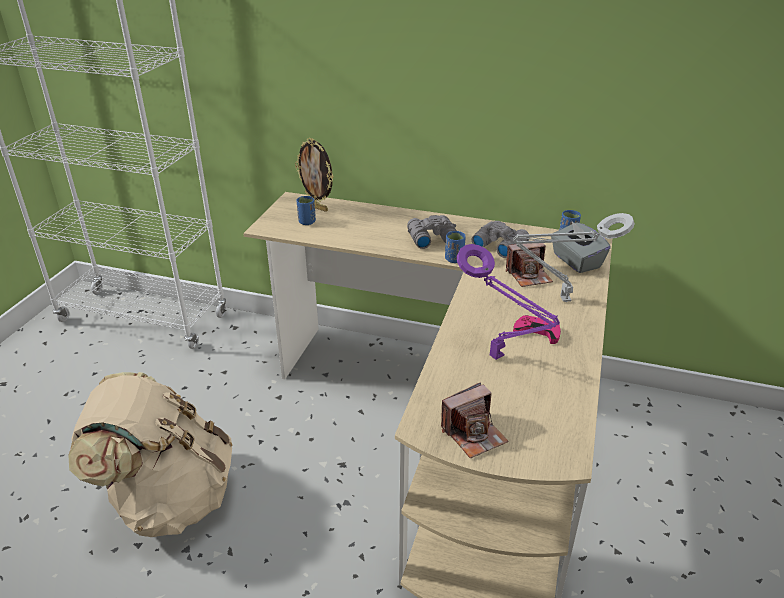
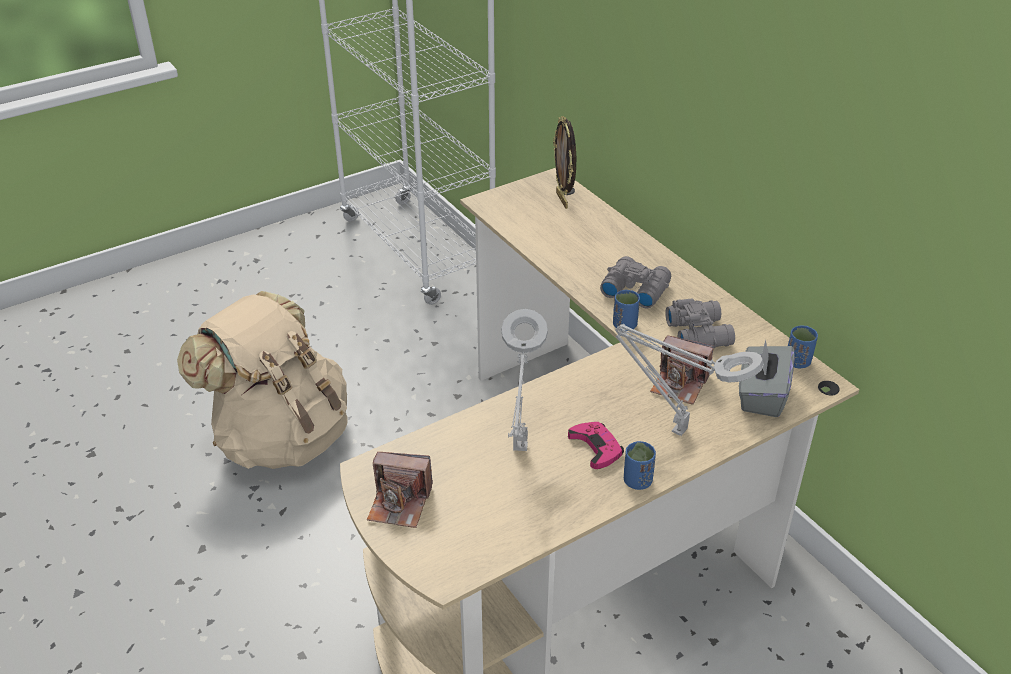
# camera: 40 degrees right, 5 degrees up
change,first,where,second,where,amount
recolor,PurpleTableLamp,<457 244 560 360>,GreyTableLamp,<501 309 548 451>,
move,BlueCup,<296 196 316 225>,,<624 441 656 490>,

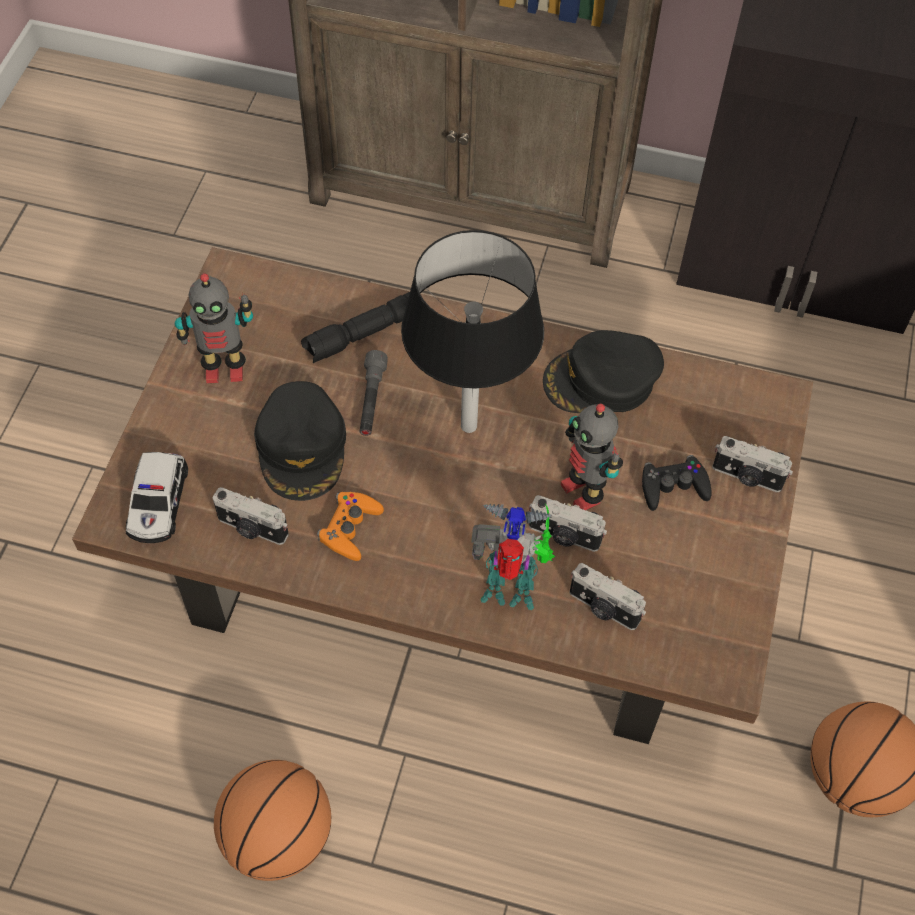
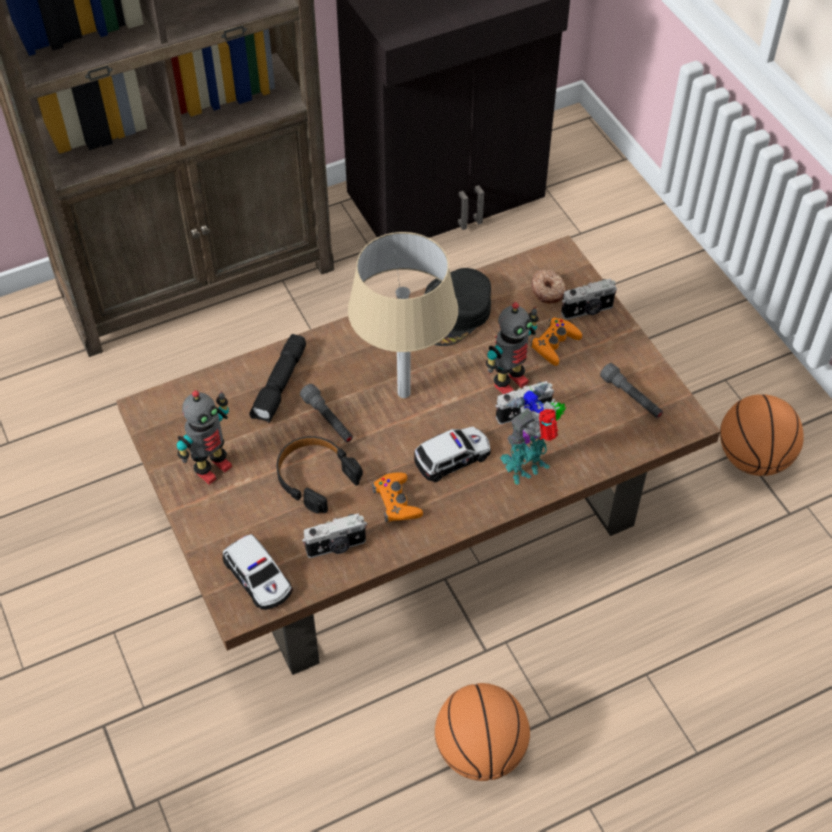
# camera: 40 degrees left, 5 degrees down
change,first,where,second,where,amount
replace,BlackCap,<254 381 346 501>,BlackHeadphones,<276 436 363 513>,
recolor,BlackTableLamp,<401 230 544 433>,BeigeTableLamp,<348 232 458 398>,
insert,,,ToyCar,<414 427 491 482>,
rotate,ToyRobot,<560 404 623 510>,,<486 302 539 394>,60 degrees counterclockwise
recolor,BlackGameController,<642 455 712 511>,OrangeGameController,<531 317 582 366>,
insert,,,Donut,<532 270 567 304>,
insert,,,GreyFlashlight,<600 363 663 418>,
delete,PhotoCamera,<570 563 646 630>,,,

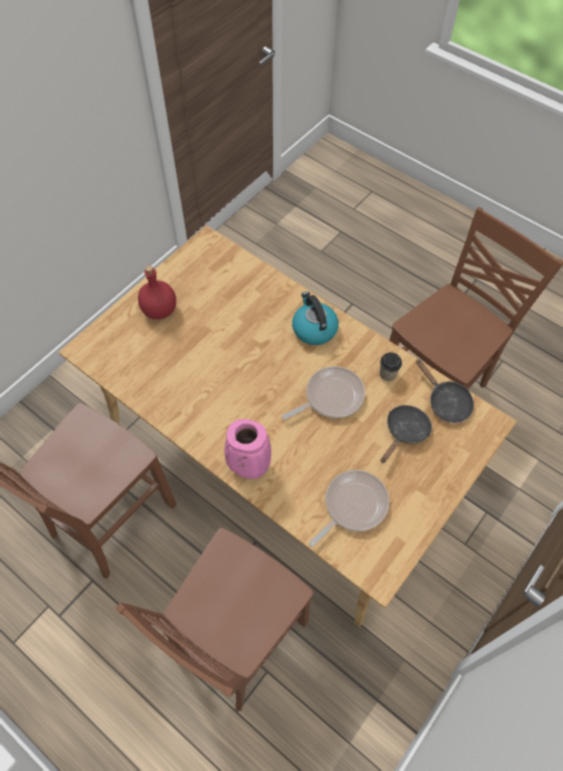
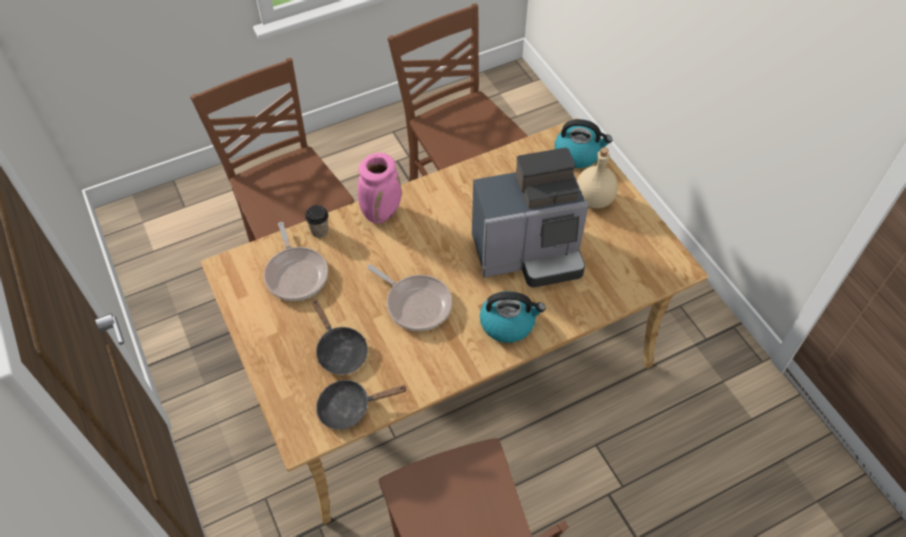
# camera: 115 degrees right, 5 degrees down
change,first,where,second,where,amount
move,Cup,<380 352 402 381>,,<305 205 329 238>,
rotate,FryingPan,<282 366 365 420>,,<367 264 452 331>,45 degrees counterclockwise
insert,,,CoffeeMachine,<472 148 589 287>,
insert,,,Kettle,<555 119 613 168>,
recolor,RedBottle,<138 266 176 319>,BeigeBottle,<577 148 618 208>,

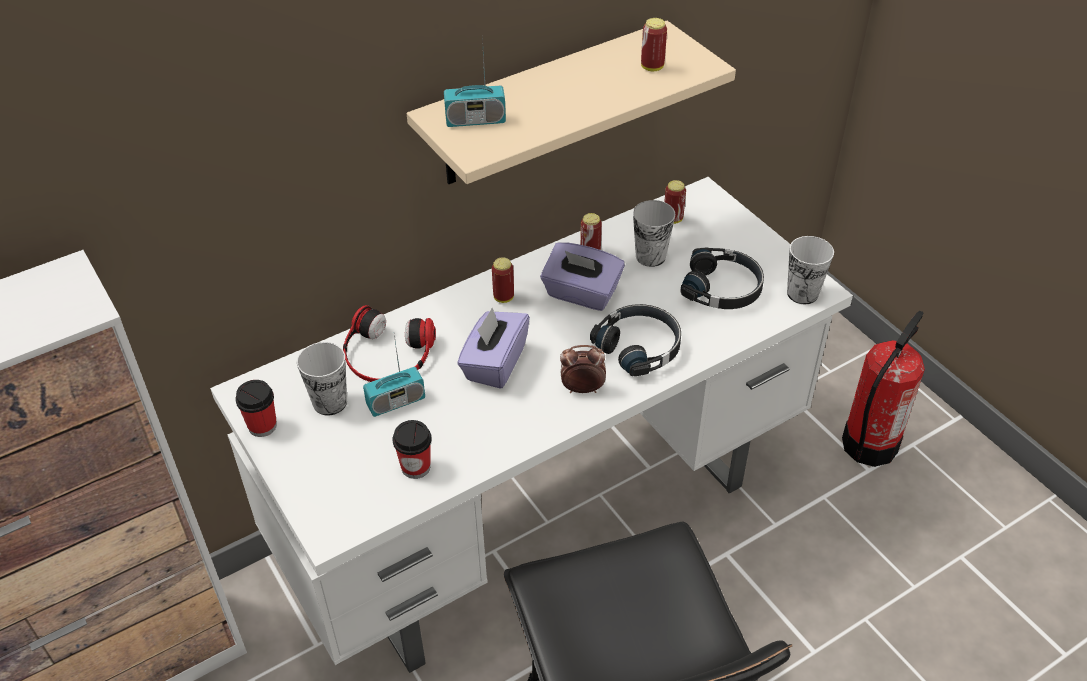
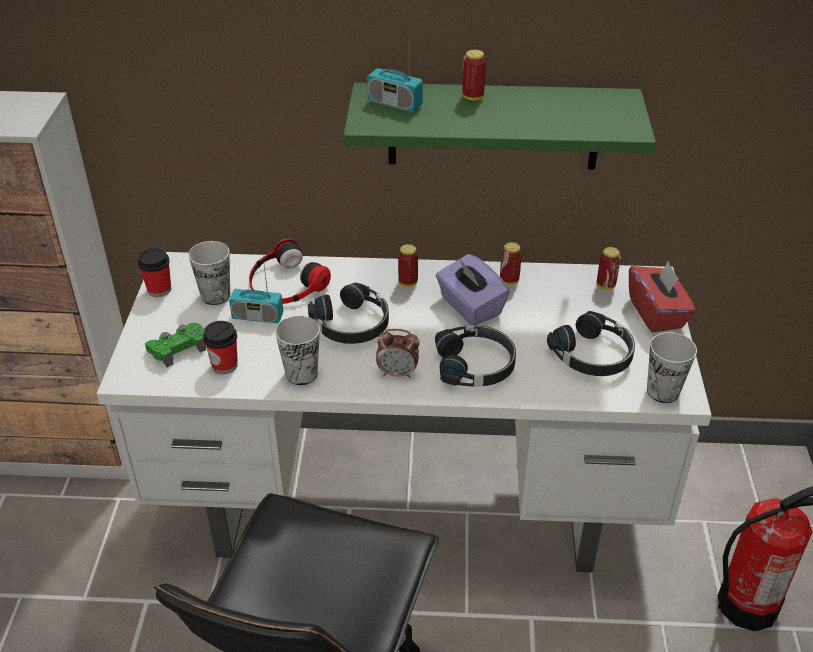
# camera: 35 degrees right, 5 degrees down
change,first,where,second,where,amount
insert,,,GreenGameController,<145 323 206 367>,
move,Cup,<633 200 675 267>,,<275 316 320 385>,
replace,PurpleTissueBox,<457 308 530 389>,BlackHeadphones,<308 282 389 344>,
recolor,BeigeShelf,<407 20 736 184>,GreenShelf,<343 82 656 170>,
rotate,AlarmClock,<560 345 606 393>,,<376 329 420 378>,150 degrees clockwise
move,Can,<641 18 667 71>,,<462 50 486 101>,
insert,,,RedTissueBox,<629 262 696 332>,

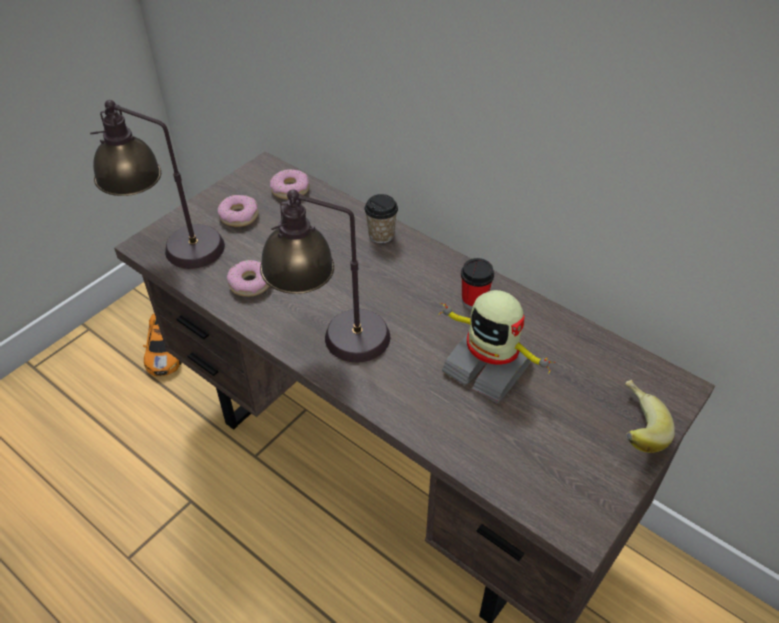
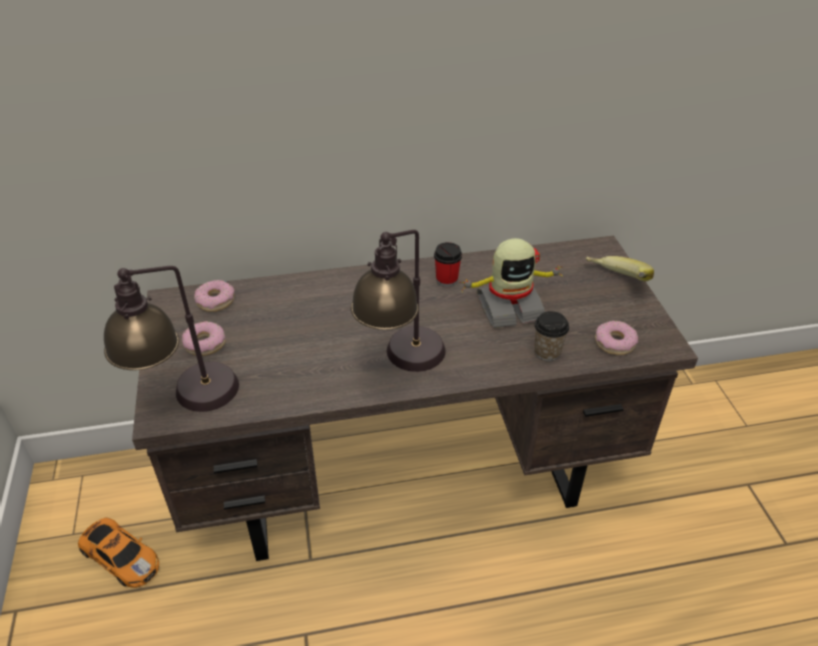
# camera: 50 degrees left, 5 degrees down
change,first,where,second,where,amount
move,Cup,<364 194 398 243>,,<534 311 569 361>,
move,Donut,<227 260 269 297>,,<595 321 638 355>,

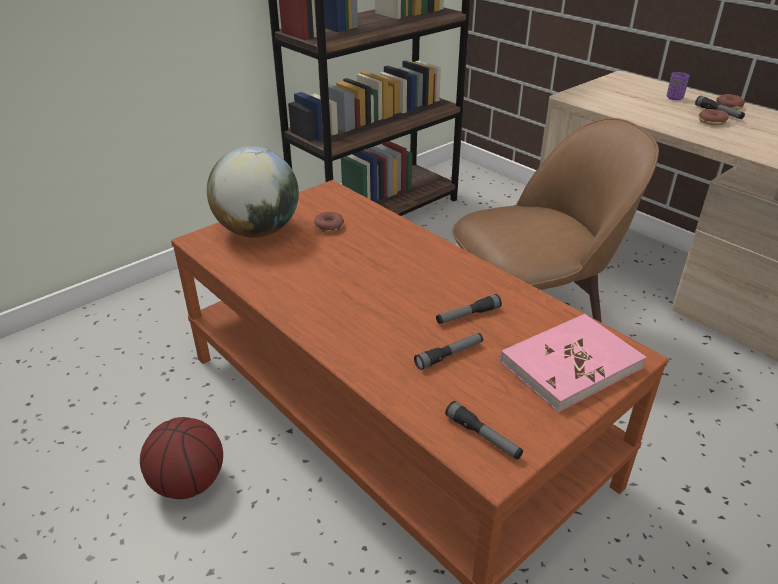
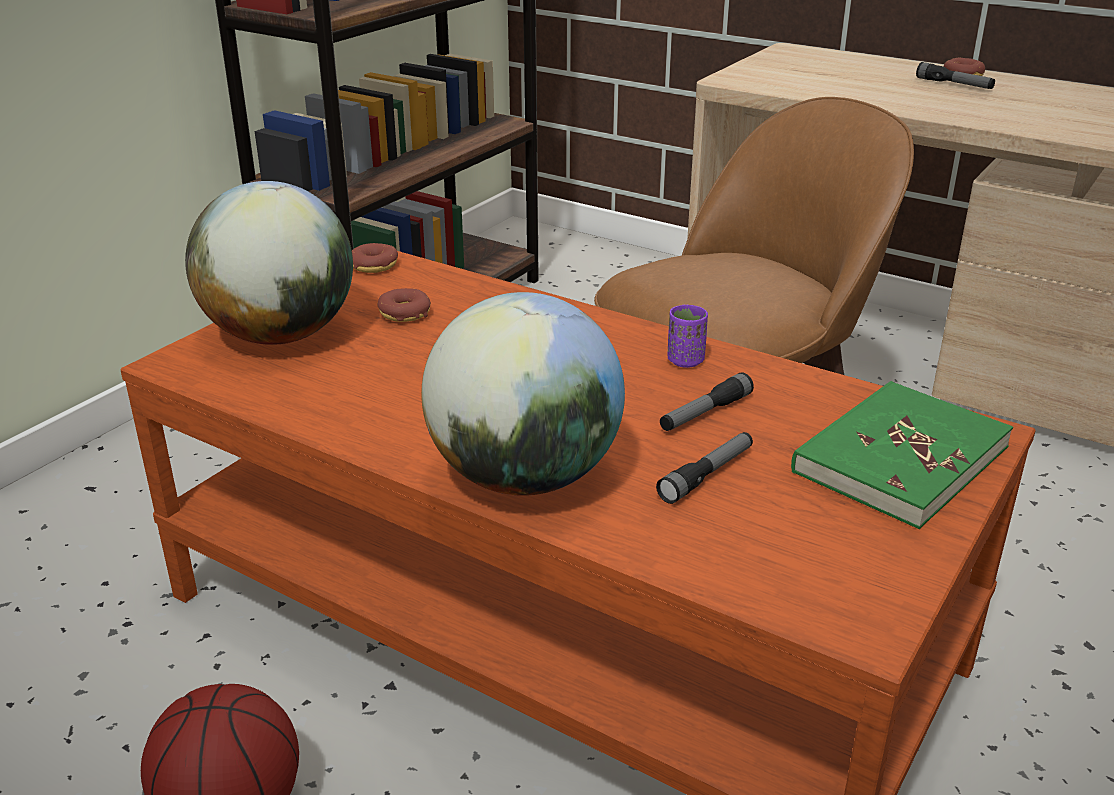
# camera: 15 degrees left, 5 degrees down
change,first,where,second,where,amount
move,Donut,<699 109 729 126>,,<352 243 398 273>,
insert,,,Globe,<421 292 625 495>,
move,PurpleCup,<667 72 690 100>,,<668 305 708 368>,
recolor,PinkBook,<500 314 647 413>,GreenBook,<791 381 1013 529>,
delete,Flashlight,<445 401 523 460>,,,

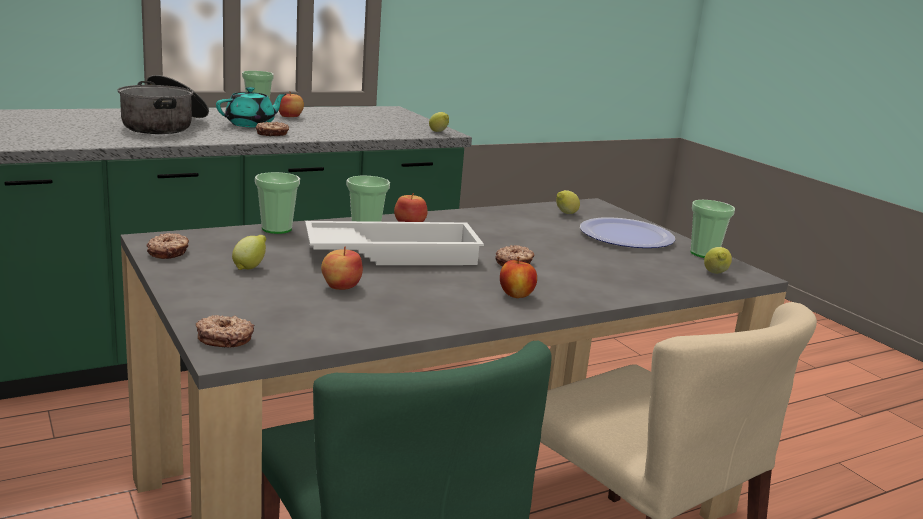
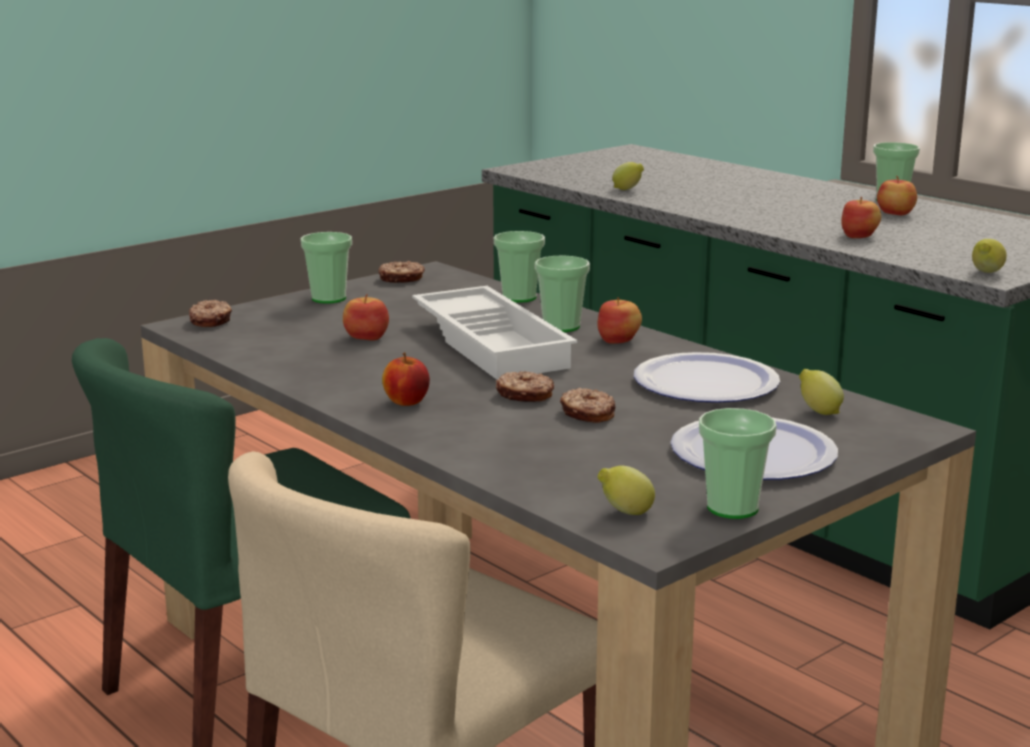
# camera: 80 degrees right, 0 degrees up
change,first,where,second,where,amount
insert,,,Cup,<301 232 352 304>,
move,Donut,<256 122 289 136>,,<560 388 615 423>,
move,Lemon,<232 235 266 270>,,<612 162 644 190>,
insert,,,Plate,<634 352 780 403>,
insert,,,Apple,<841 197 881 238>,
delete,CookingPot,<118 75 209 134>,,,
delete,TurquoiseTeapot,<216 87 287 127>,,,

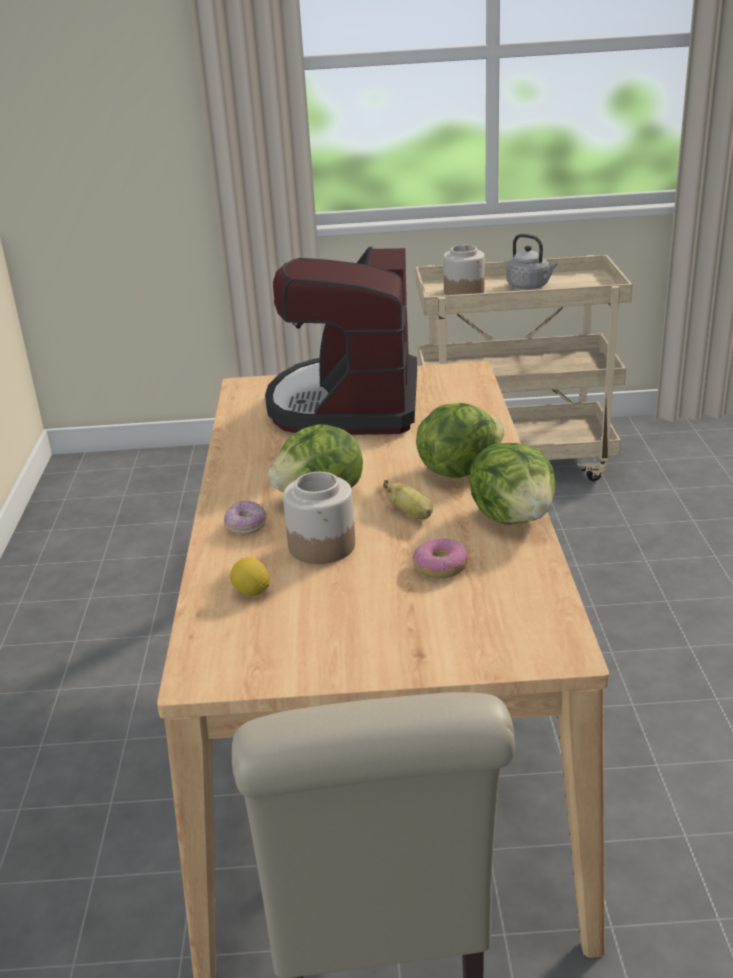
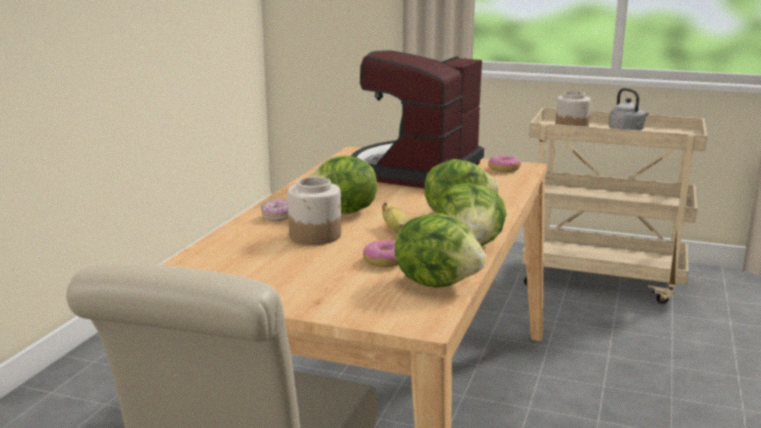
# camera: 20 degrees right, 10 degrees down
change,first,where,second,where,amount
insert,,,Lettuce,<395 213 486 287>,
insert,,,Donut,<488 155 521 172>,
delete,Lemon,<230 557 269 596>,,,

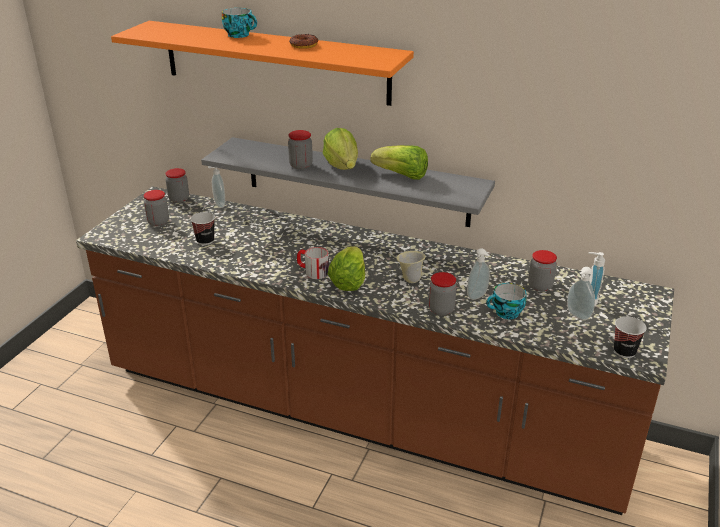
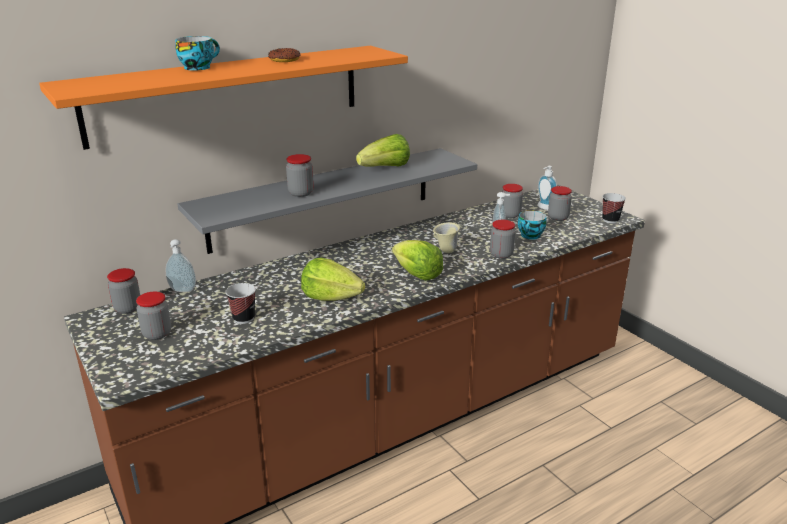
# camera: 55 degrees left, 5 degrees down
change,first,where,second,where,amount
move,Lettuce,<323 128 358 170>,,<301 257 365 301>,
replace,SoapDispenser,<567 267 595 320>,Jar,<548 186 572 221>,
delete,Mug,<297 247 329 279>,,,

